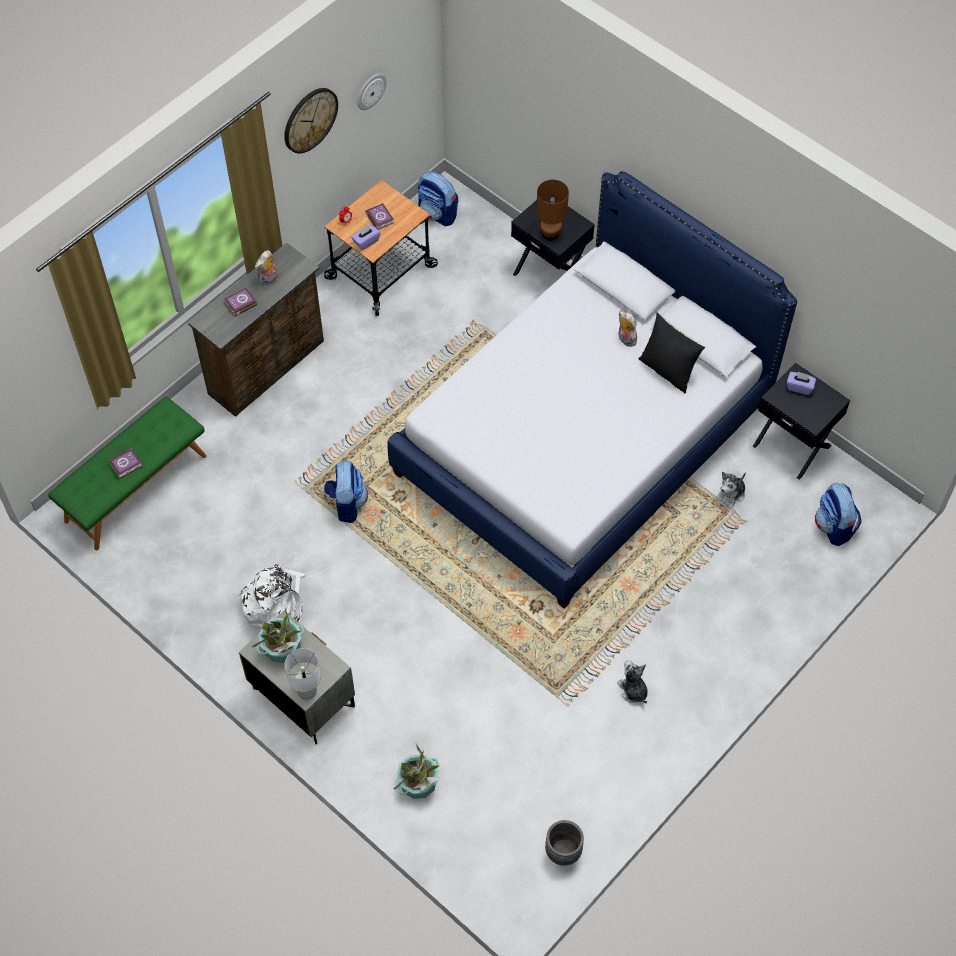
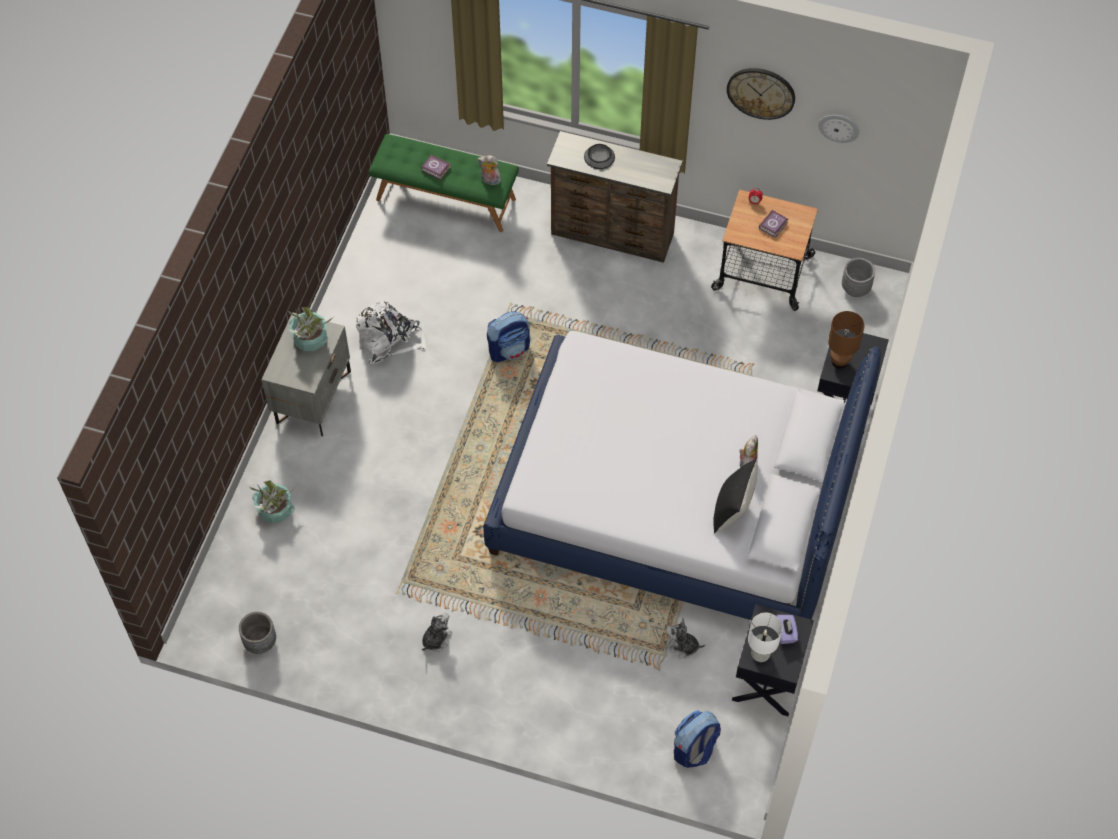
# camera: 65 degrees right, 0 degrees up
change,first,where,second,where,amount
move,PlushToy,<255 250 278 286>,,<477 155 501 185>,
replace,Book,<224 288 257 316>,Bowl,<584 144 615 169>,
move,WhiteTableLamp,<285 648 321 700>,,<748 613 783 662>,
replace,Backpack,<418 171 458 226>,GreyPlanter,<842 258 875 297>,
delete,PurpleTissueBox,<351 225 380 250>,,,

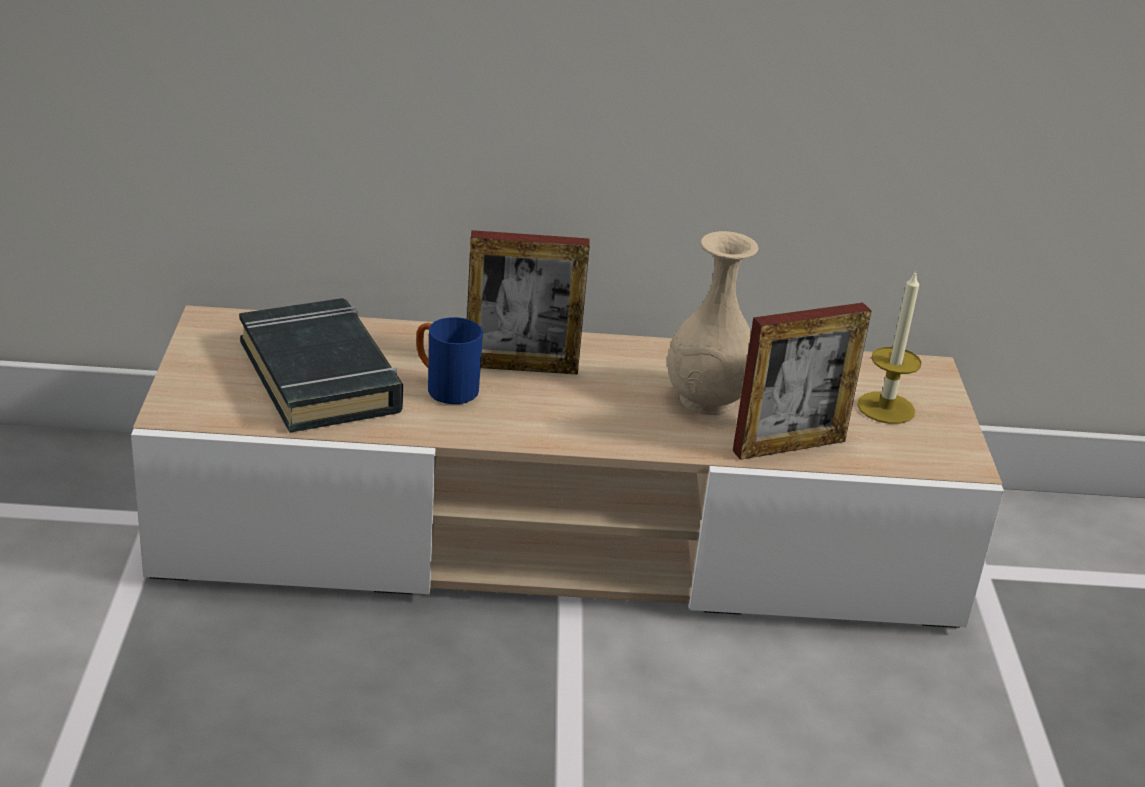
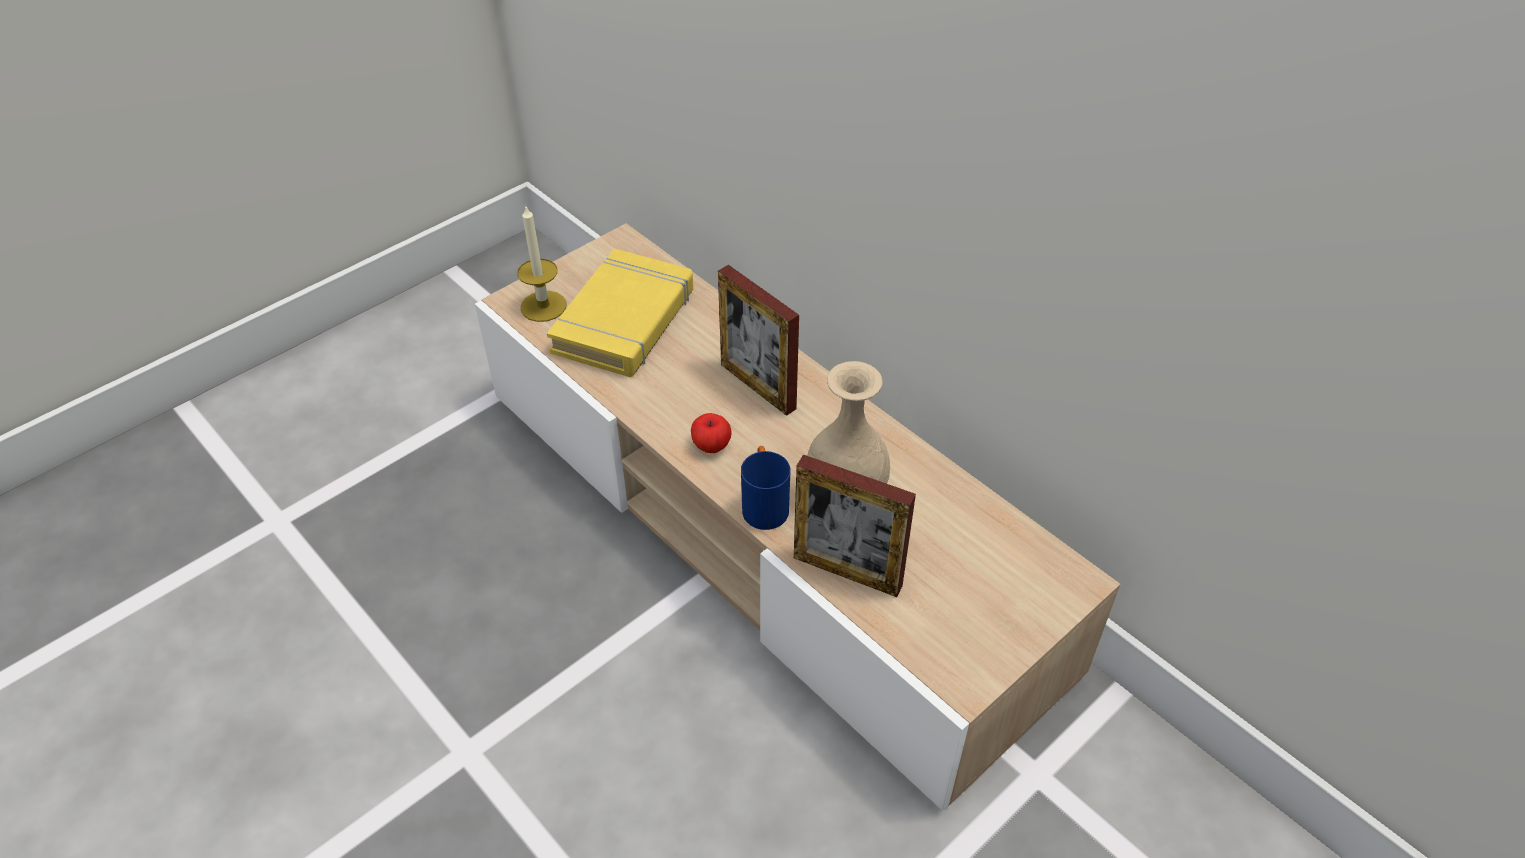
# camera: 50 degrees right, 15 degrees up
change,first,where,second,where,amount
move,Candle,<857 270 922 424>,,<517 205 566 322>,
recolor,BlackBook,<239 298 403 433>,YellowBook,<547 248 693 377>,
insert,,,Apple,<691 413 731 453>,
move,BlueMug,<416 317 483 404>,,<741 446 791 530>,

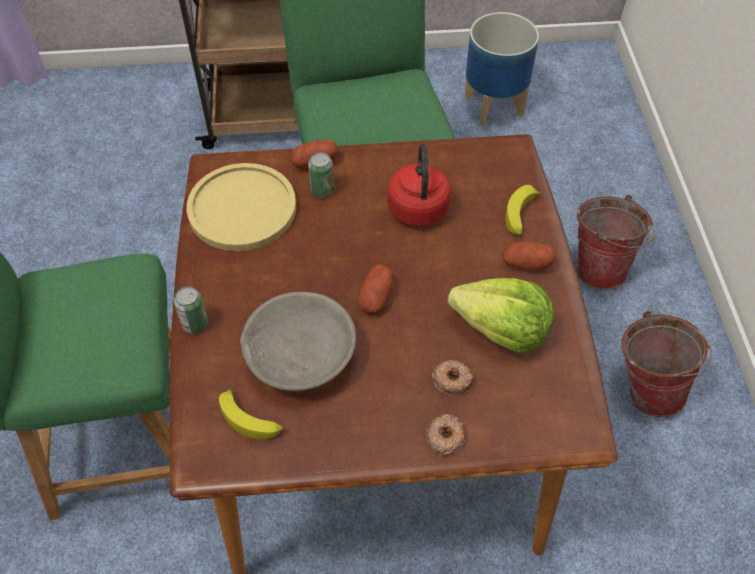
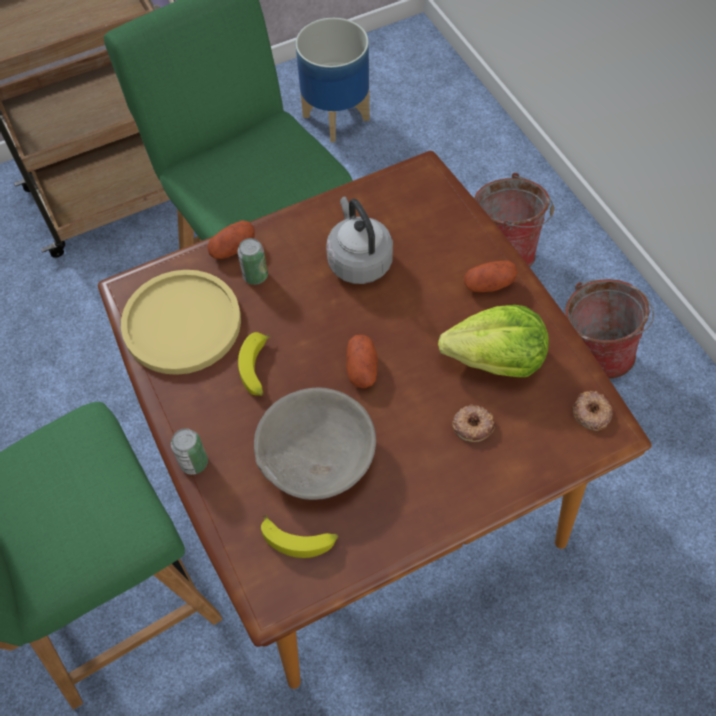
# camera: 20 degrees left, 5 degrees up
change,first,where,second,where,amount
move,Banana,<505 185 541 236>,,<238 332 271 396>,
recolor,RedKettle,<387 144 451 227>,GreyKettle,<326 197 393 284>,
move,Donut,<425 414 466 456>,,<573 391 613 431>,

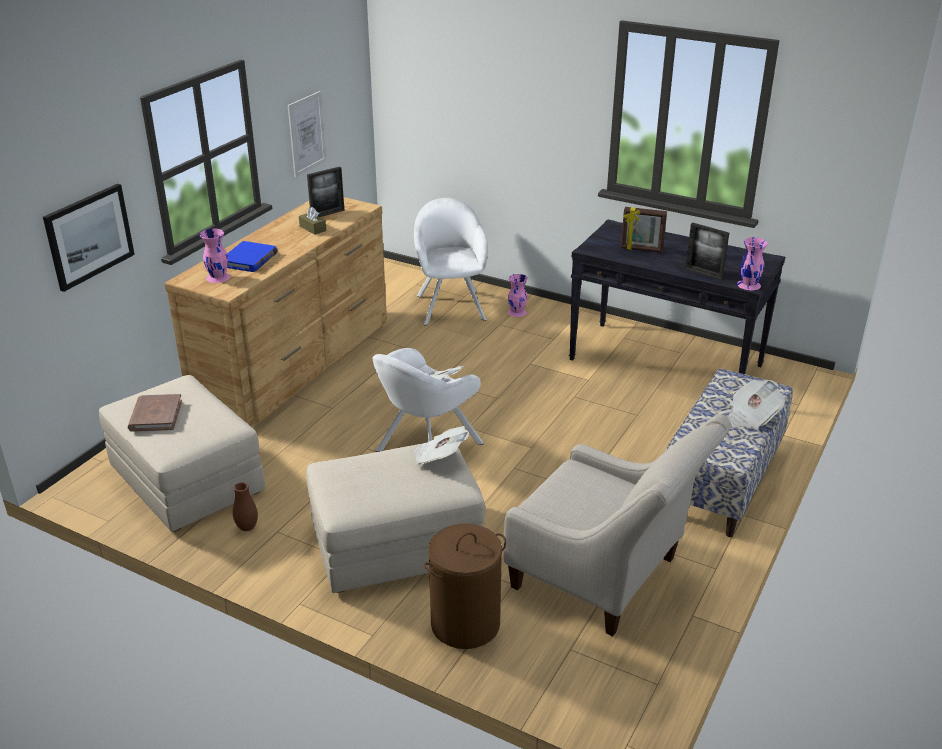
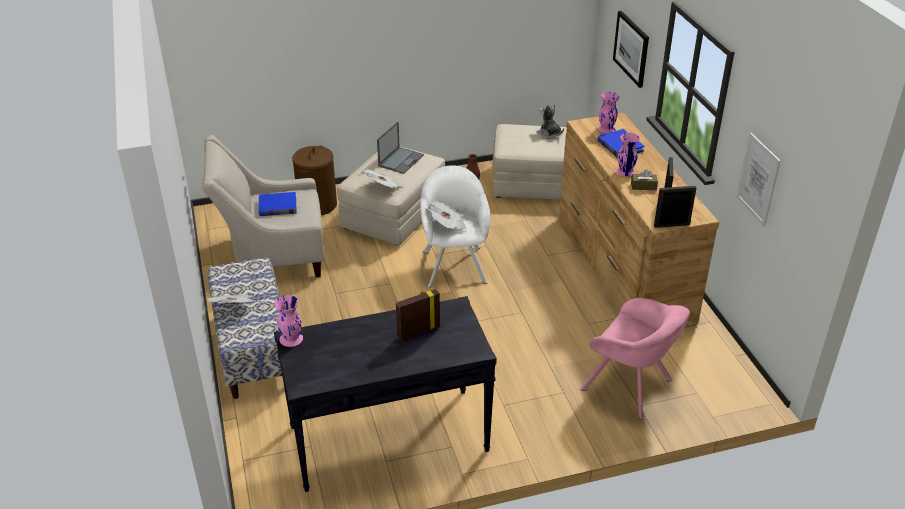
# camera: 135 degrees right, 5 degrees up
change,first,where,second,where,amount
insert,,,BlueBook,<259 192 297 216>,
insert,,,Laptop,<377 122 424 174>,
replace,BrownBook,<128 394 182 432>,PlushToy,<536 104 564 139>,
recolor,WhiteArmchair,<414 198 488 325>,PinkArmchair,<580 298 690 420>,
move,PinkVase,<508 274 528 317>,,<616 133 640 176>,
move,PictureFrame,<685 223 729 279>,,<654 186 697 228>,

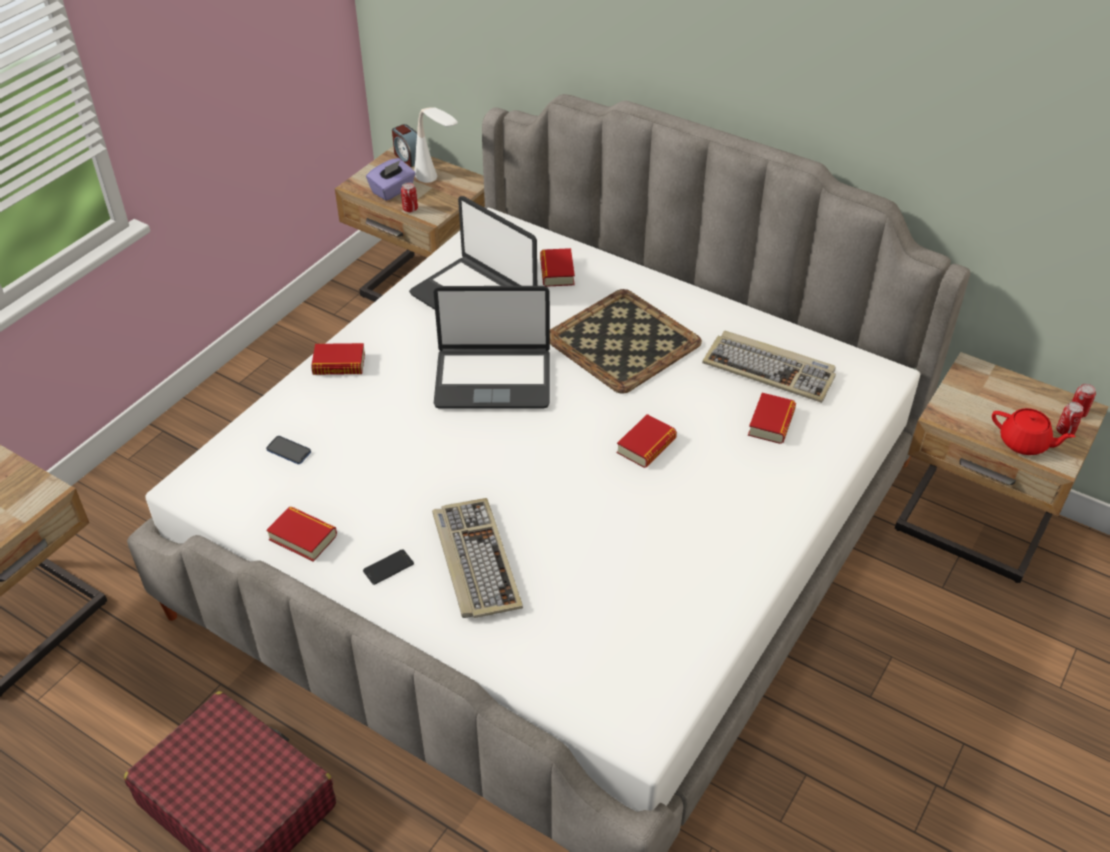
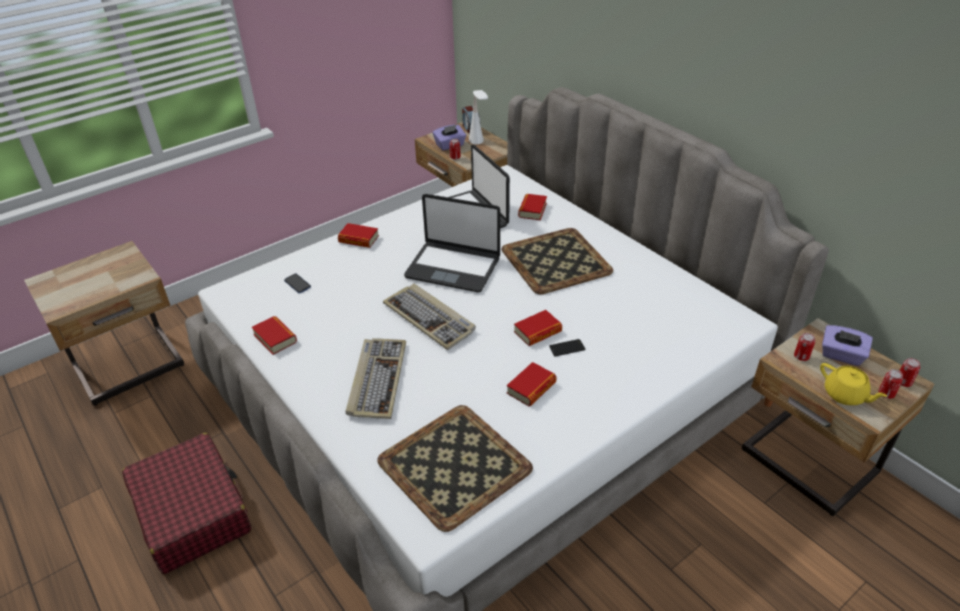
# camera: 20 degrees right, 5 degrees down
change,first,where,second,where,amount
insert,,,Tray,<377 405 533 532>,
move,Keyboard,<702 331 836 403>,,<383 284 476 350>,
move,Book,<748 393 796 444>,,<507 362 557 406>,
move,Phone,<363 549 414 585>,,<549 339 585 356>,
insert,,,Can,<794 333 815 361>,
recolor,RedTeapot,<992 408 1076 455>,YellowTeapot,<820 363 887 405>,
insert,,,PurpleTissueBox,<822 325 873 366>,

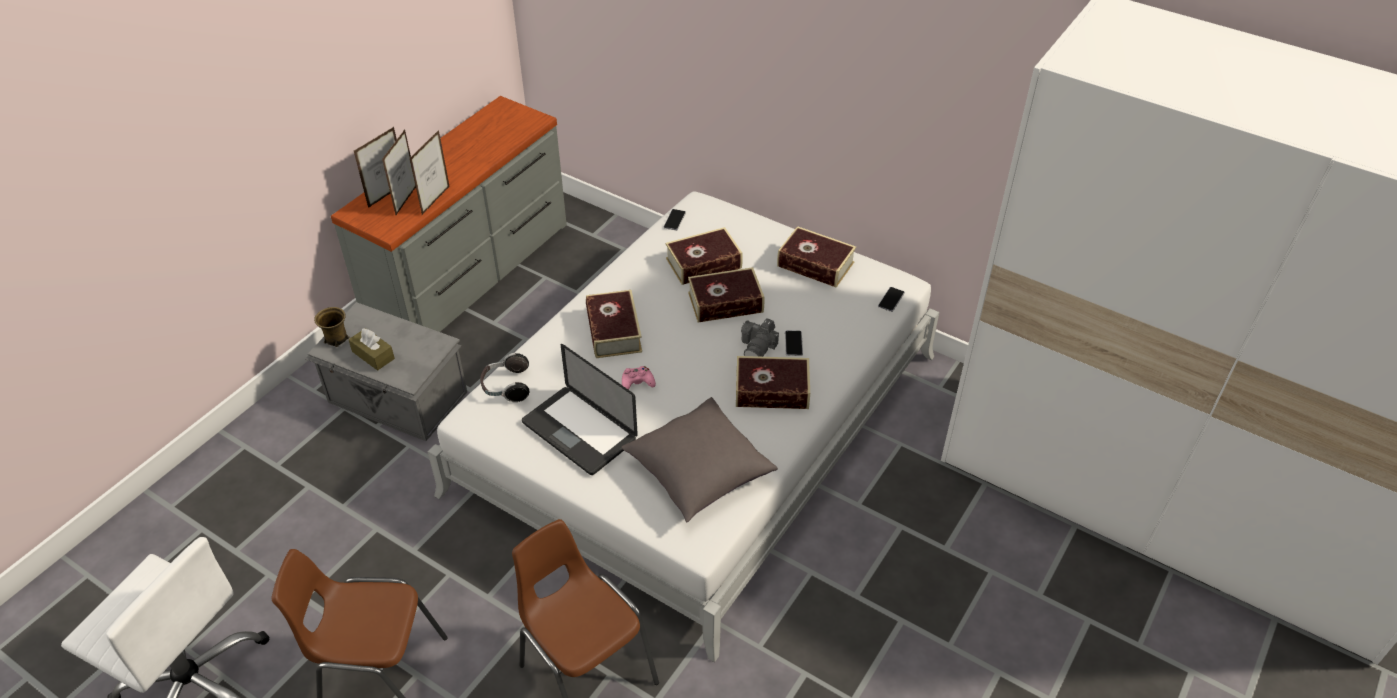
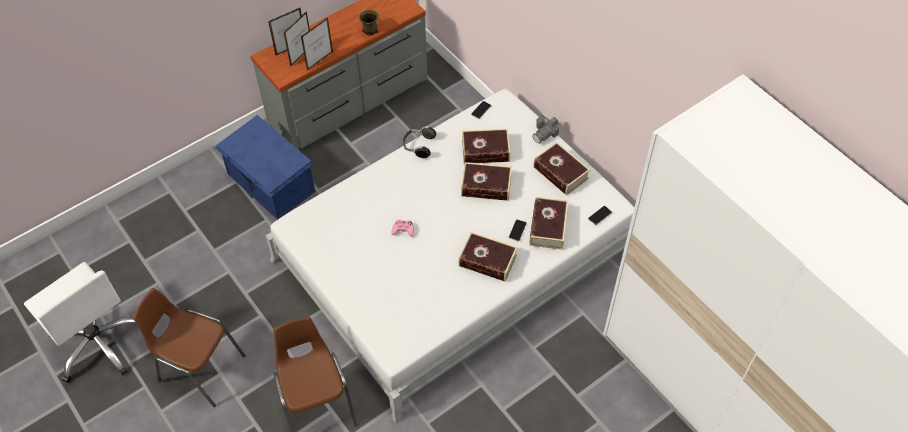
# camera: 20 degrees right, 10 degrees up
change,first,where,second,where,amount
recolor,GreyStorageBox,<306 302 467 441>,BlueStorageBox,<215 115 316 220>,
move,BrownMug,<314 307 349 347>,,<359 9 379 36>,
move,Headphones,<480 353 529 403>,,<403 126 436 158>,
move,Book,<586 290 642 358>,,<529 197 568 250>,
move,PhotoCamera,<741 318 779 357>,,<532 115 559 143>,
delete,BrownTissueBox,<348 328 395 370>,,,
delete,Laptop,<522 344 638 475>,,,
delete,GreyPillow,<622 397 778 523>,,,

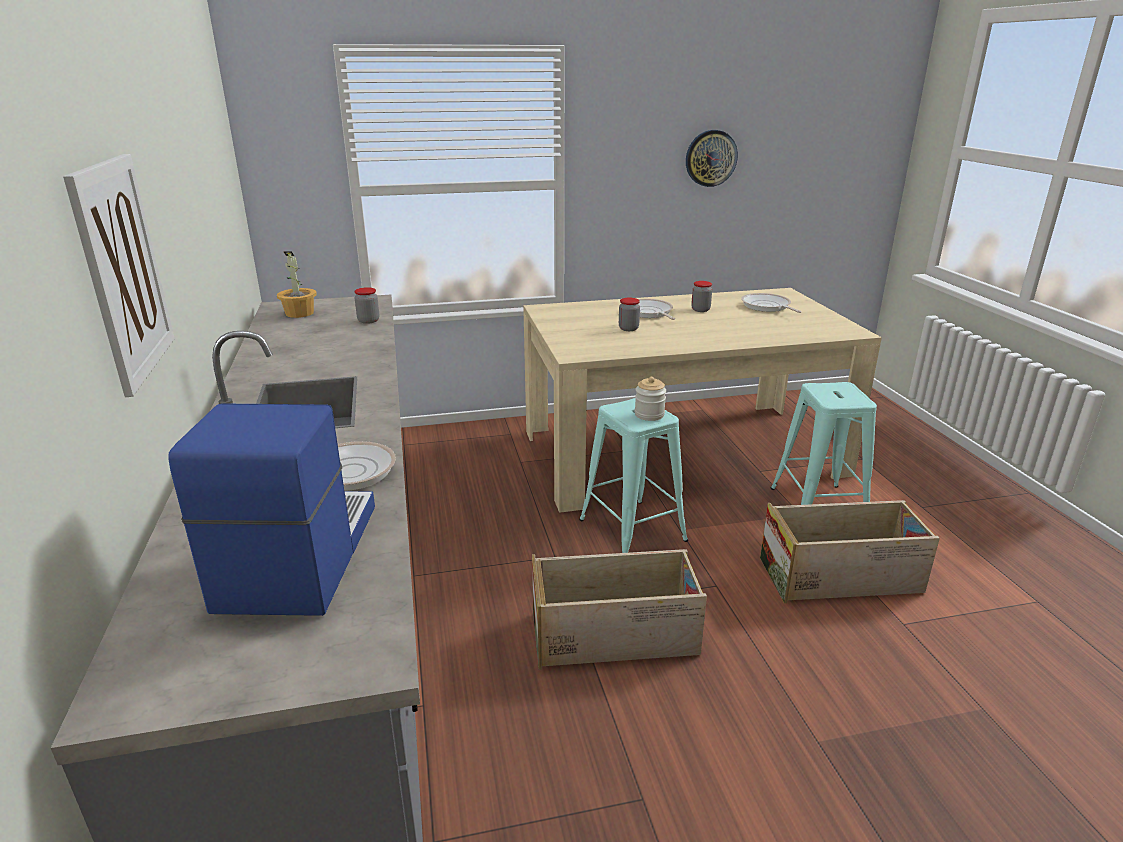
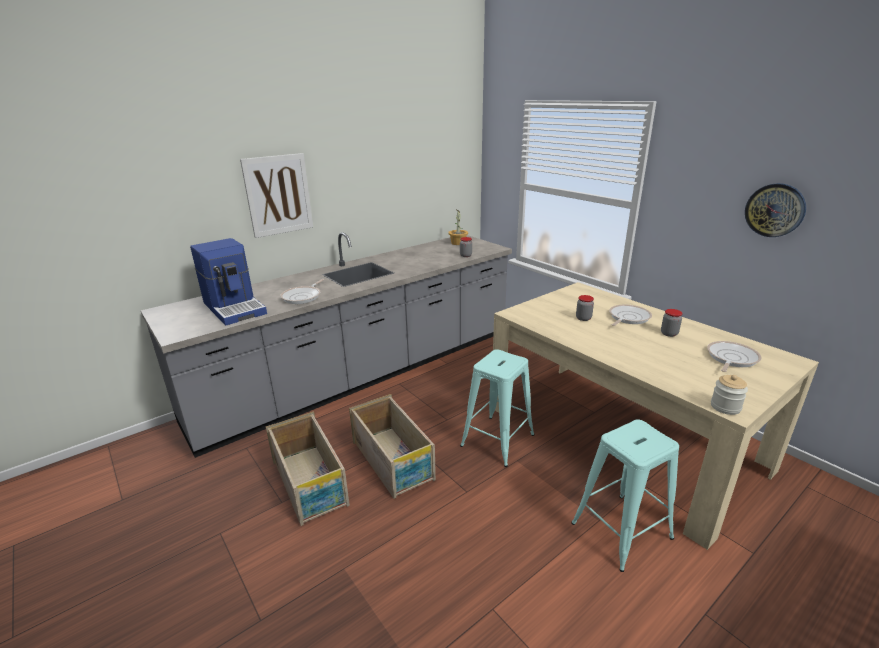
# camera: 65 degrees right, 0 degrees up
change,first,where,second,where,amount
rotate,CoffeeMachine,<168 403 375 616>,,<190 238 267 326>,75 degrees clockwise
move,Crate,<760 500 940 603>,,<266 411 350 526>,
move,Jar,<635 377 666 421>,,<711 375 748 415>,

